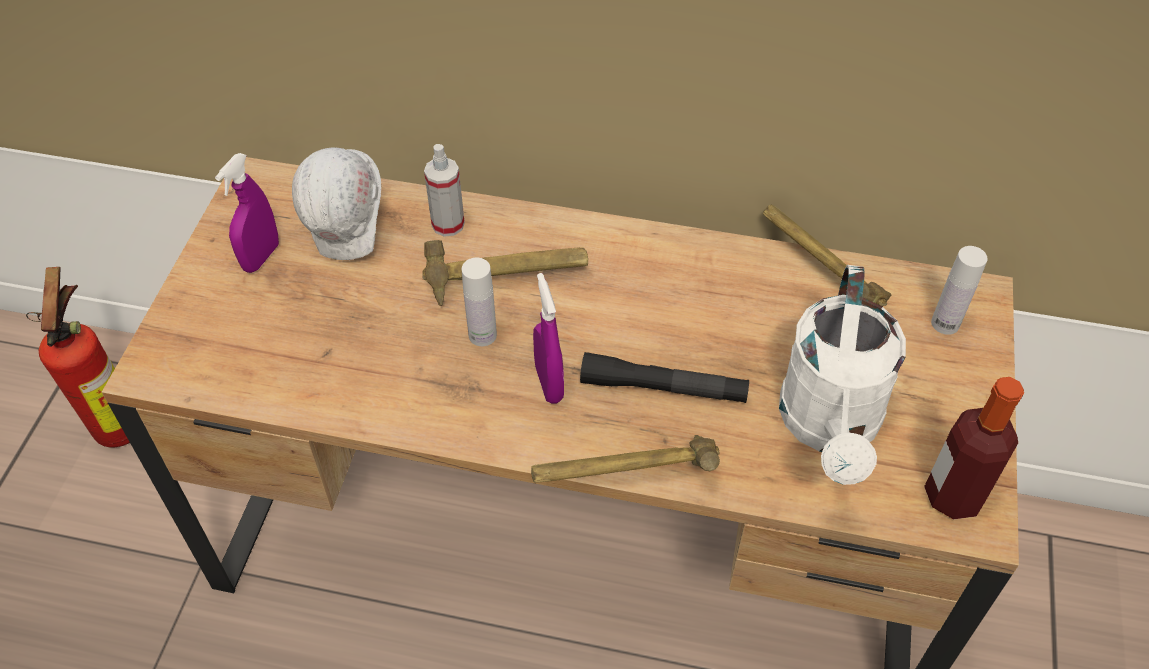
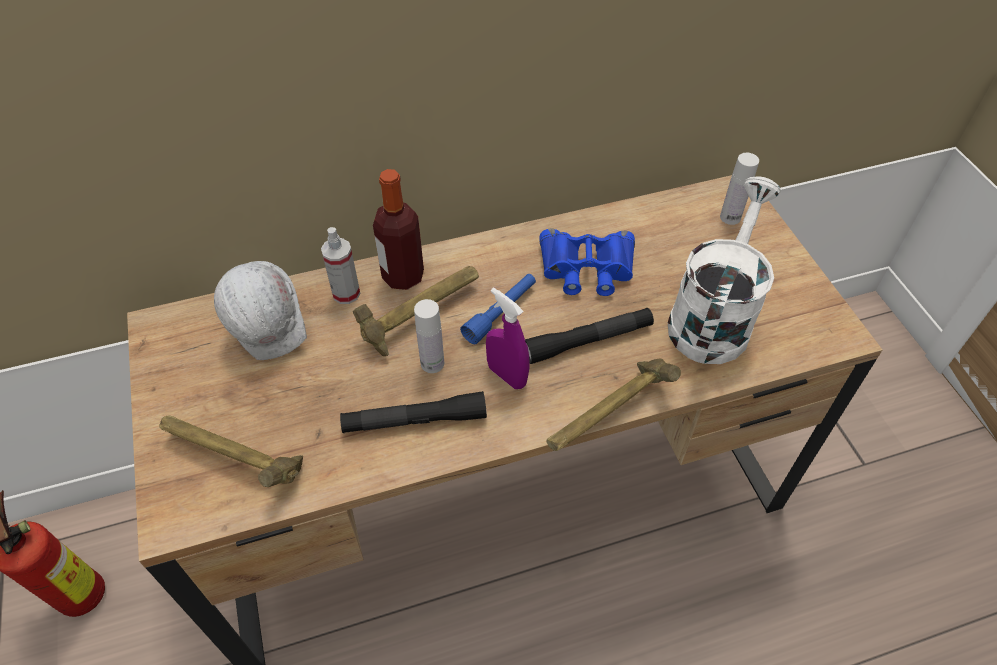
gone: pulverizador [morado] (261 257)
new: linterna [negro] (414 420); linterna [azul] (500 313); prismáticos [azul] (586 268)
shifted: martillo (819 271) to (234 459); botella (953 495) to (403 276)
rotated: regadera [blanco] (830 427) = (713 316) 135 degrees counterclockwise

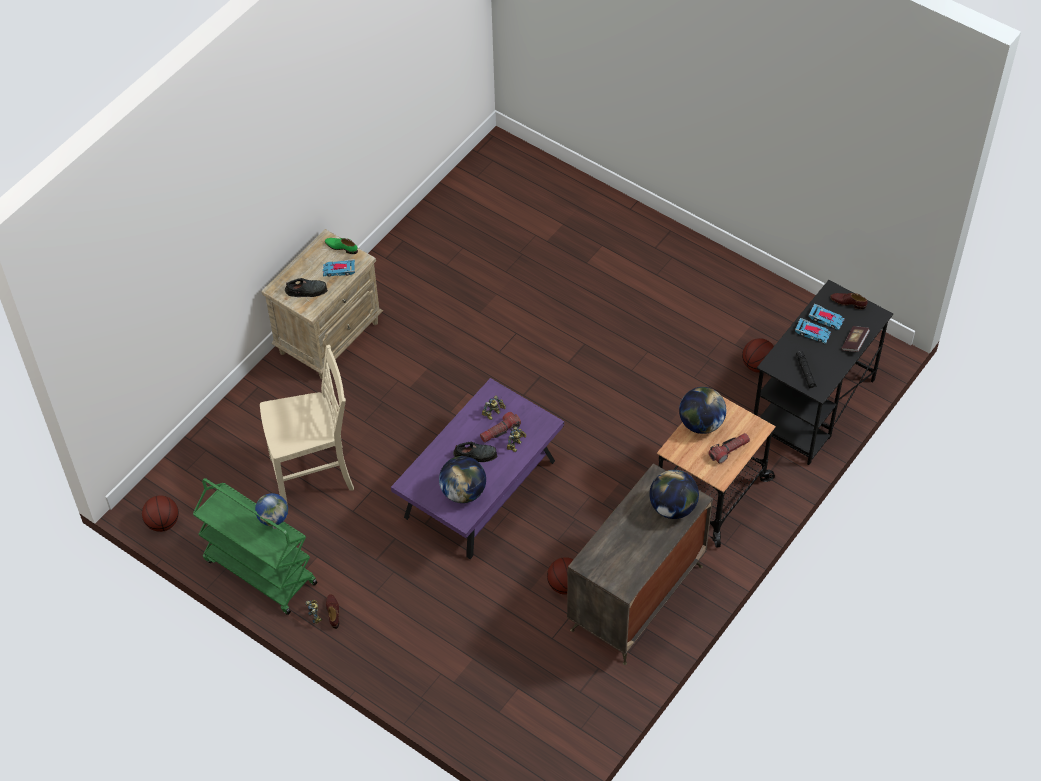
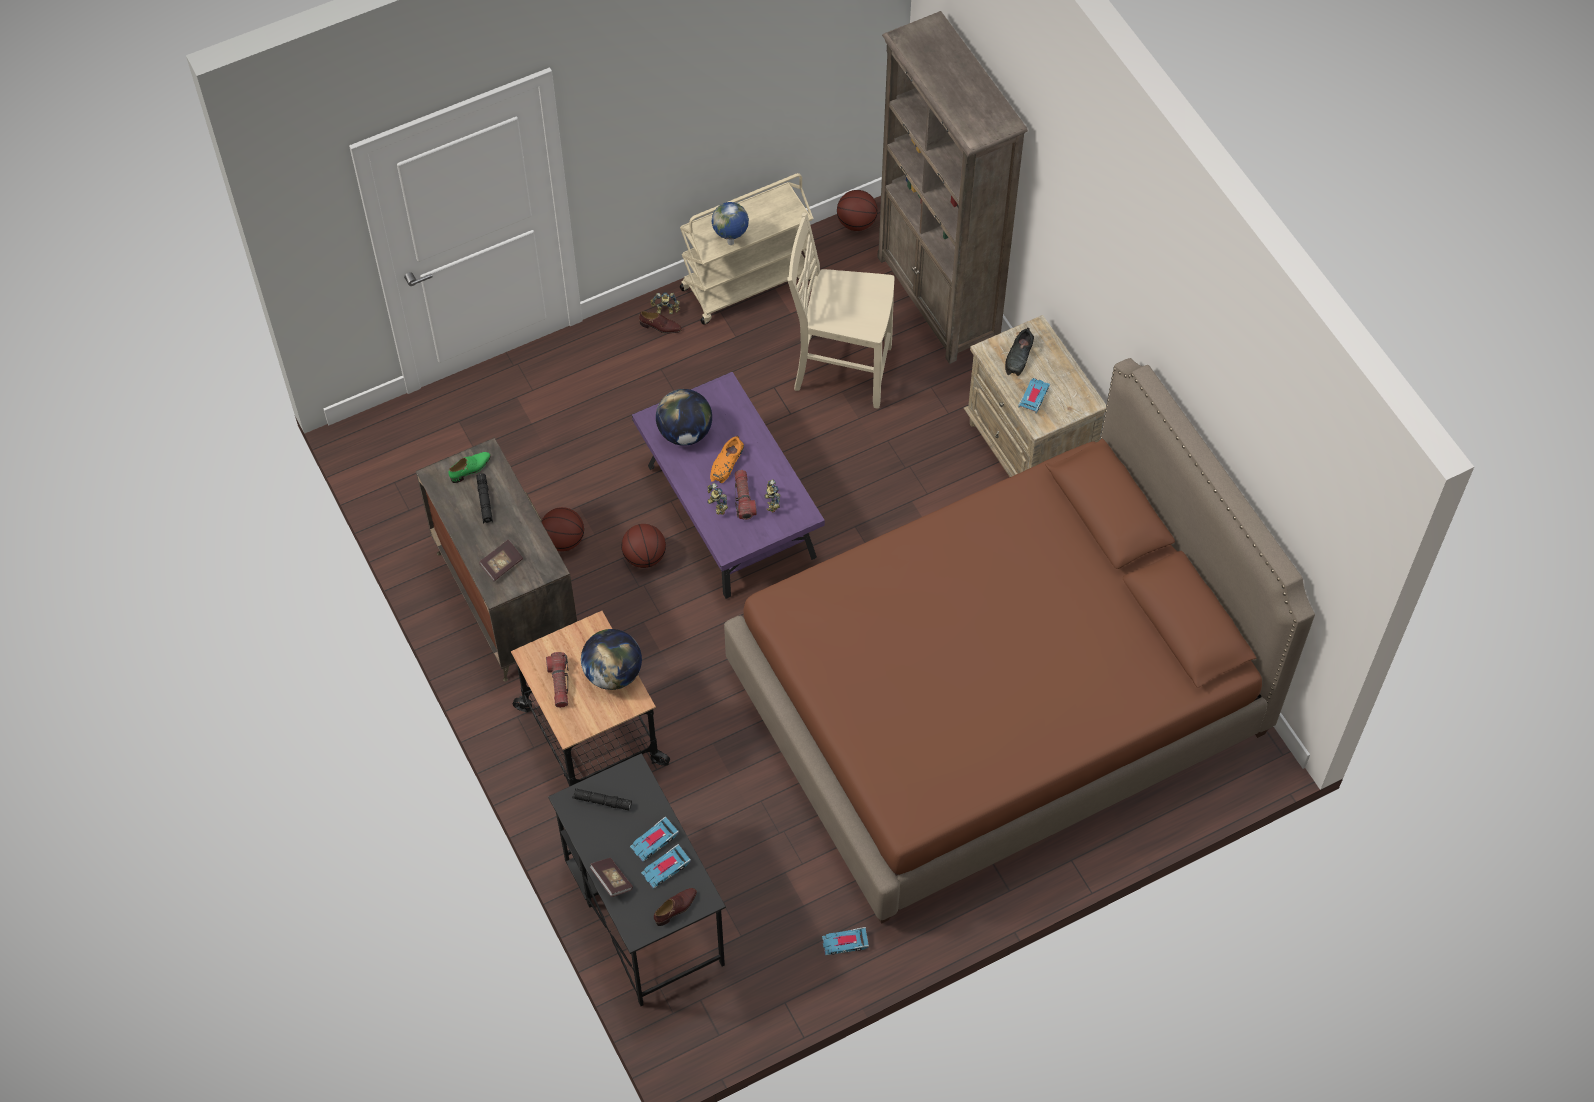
new: linterna [negro] (485 501); cama [marrón] (997 700); coche de juguete (845 943); estantería [marrón] (938 300)
shifted: zapato [verde] (341 247) to (471 469); balón de baloncesto (758 365) to (644 557)
swapped: globo terráqueo (673 507) to libro (501 565)
repainted: carrito [verde] (259 571) to carrito [beis] (747 282); zapato [negro] (475 454) to zapato [naranja] (727 463)
rotated: silla [beis] (314 475) = (840 369) 90 degrees clockwise

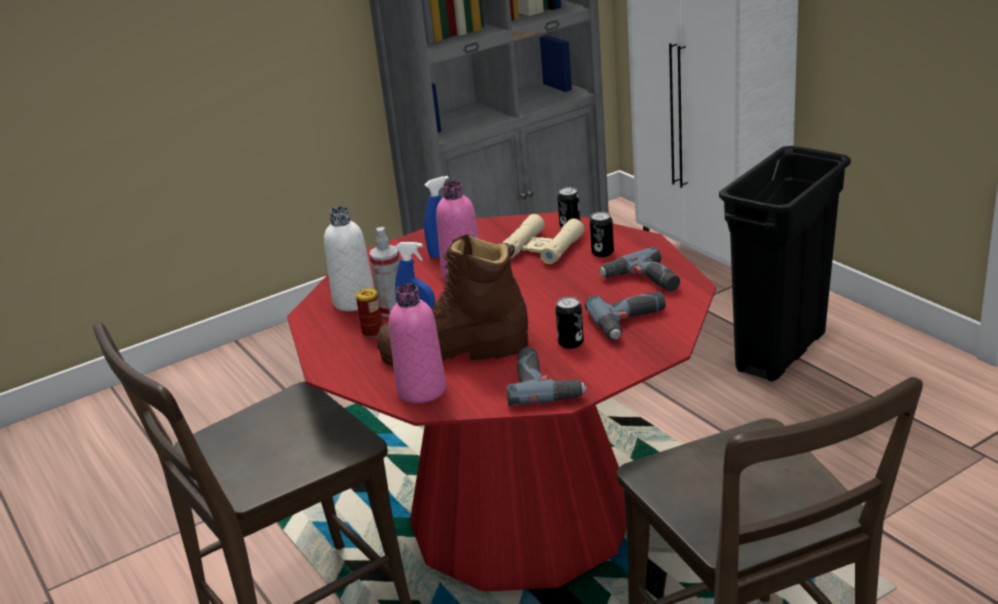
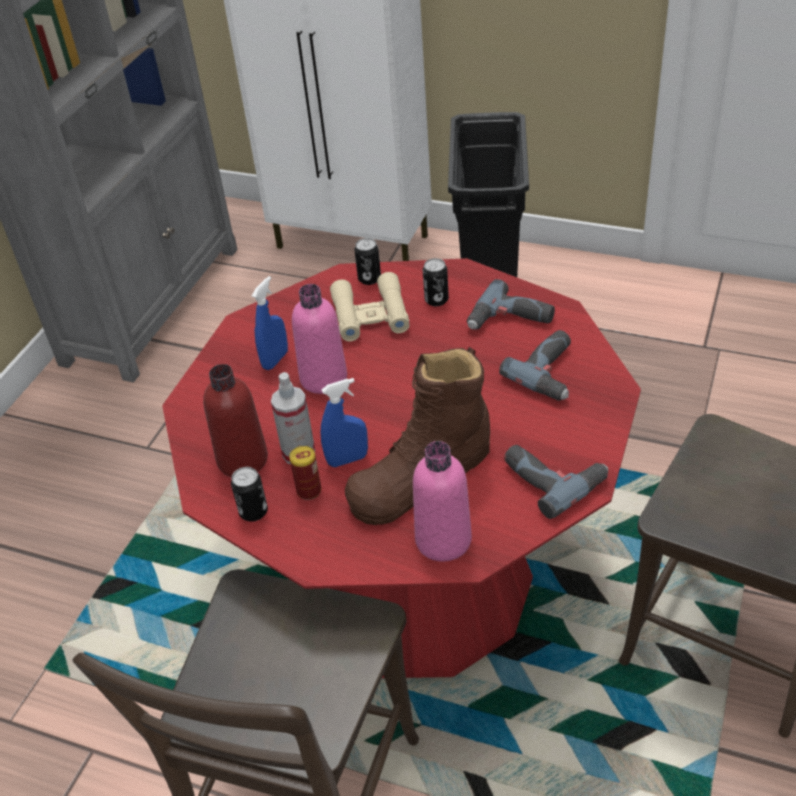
shifted: lata (571 343) to (253 512)
repainted: botella [blanco] (354 301) to botella [rojo] (242 460)

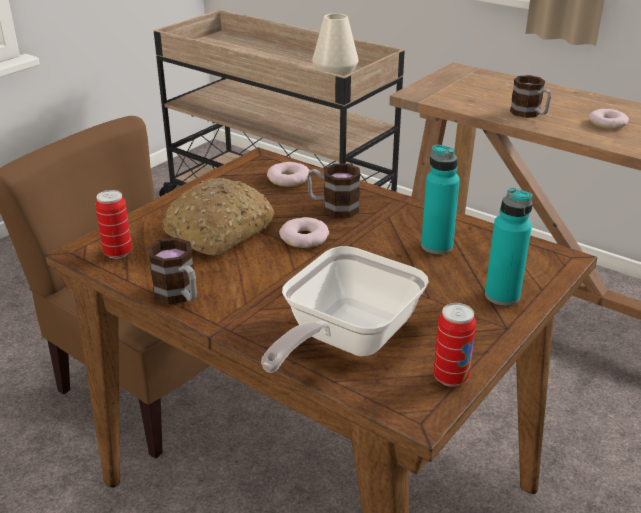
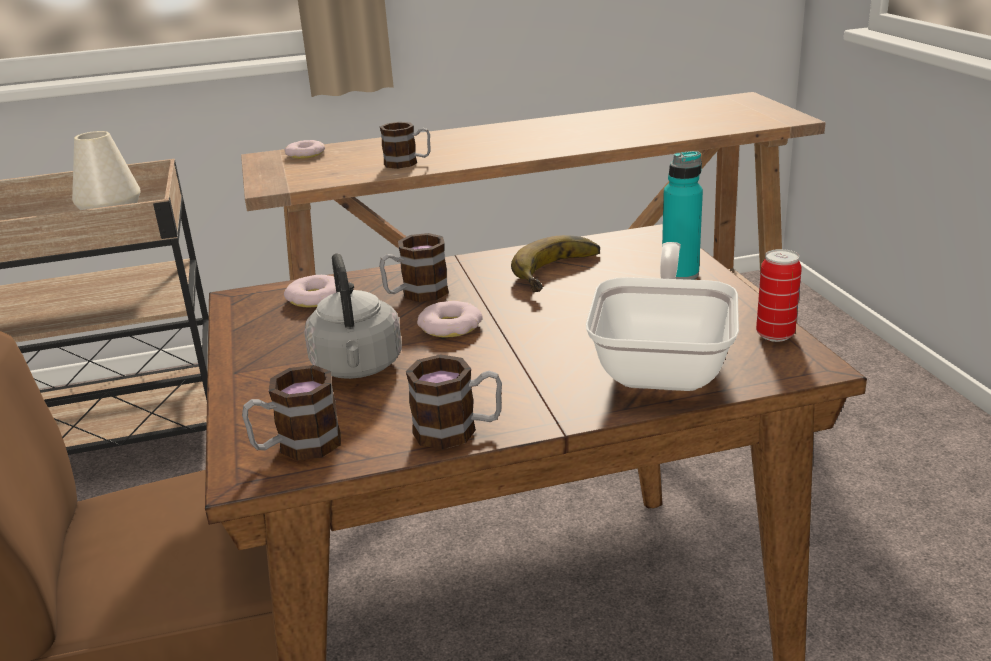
shifted: rosquilla (607 123) to (305 154)
swapped: lata (118 253) to taza grande (297 447); pan (219 231) to hervidor [gris] (358 368); botella [turquesa] (436 246) to plátano (563 272)
rotated: sartén (344 341) = (664 364) 150 degrees counterclockwise

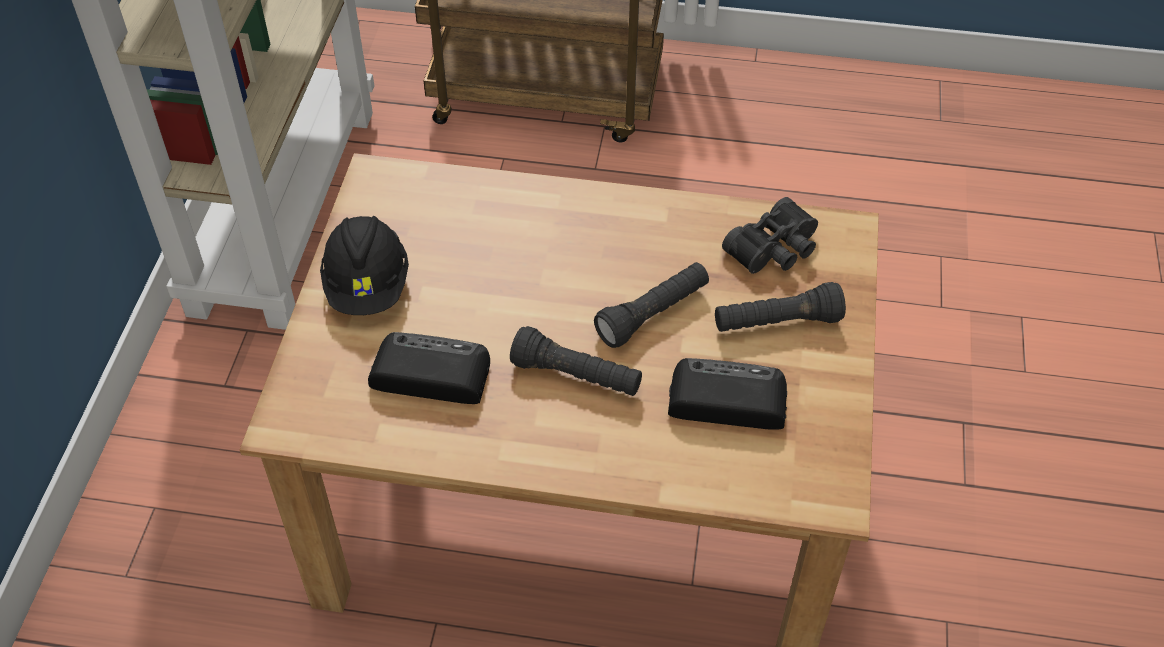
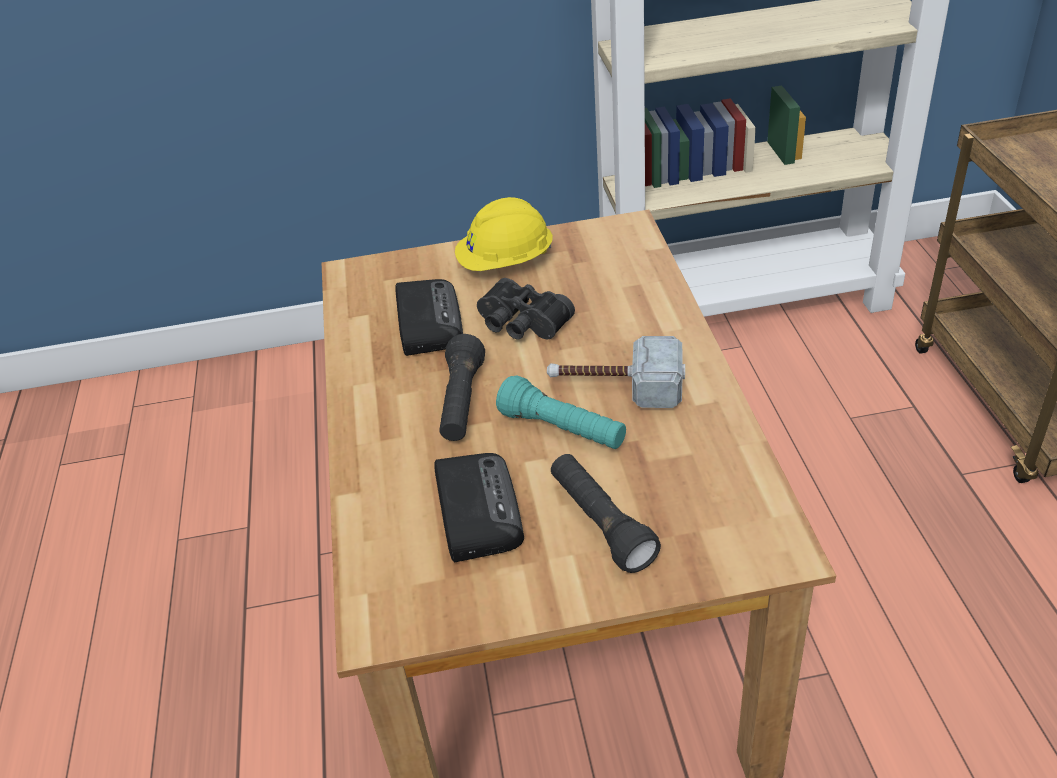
new: martillo (616 386)
shifted: prismáticos [negro] (775 250) to (521 324)
repainted: casco [negro] (367 285) to casco [amarillo] (506 263); linterna [negro] (653 314) to linterna [turquesa] (563 430)

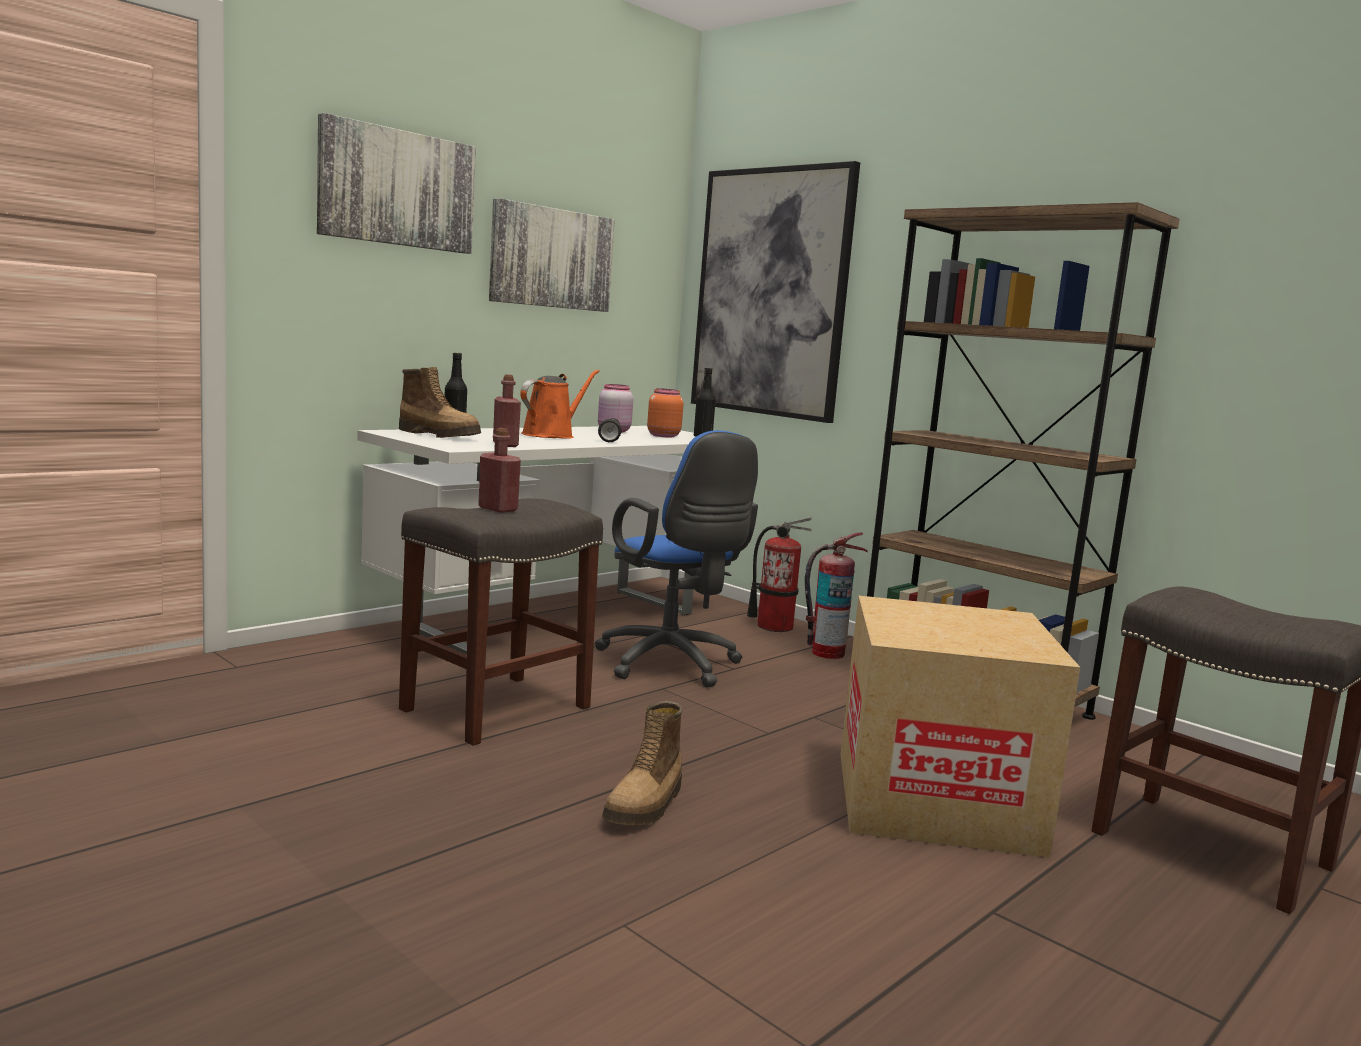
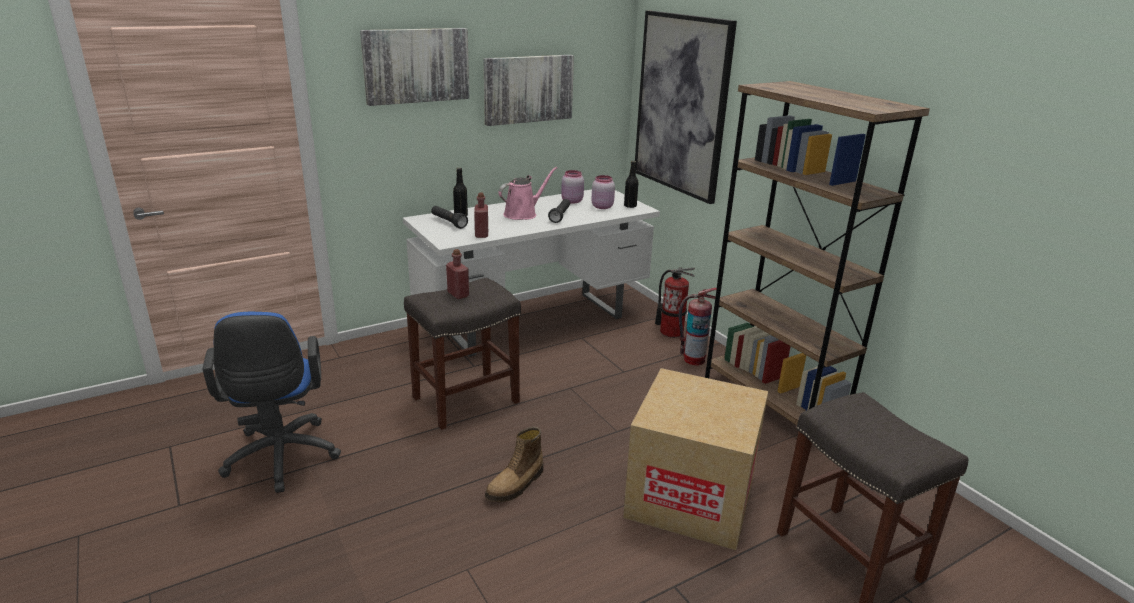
shifted: silla de oficina [azul] (672 665) to (281 460)
swapped: bota (440 436) to linterna [negro] (448 222)
repainted: regadera [naranja] (551 435) to regadera [rosa] (523 214); tarro [naranja] (662 436) to tarro [rosa] (601 206)

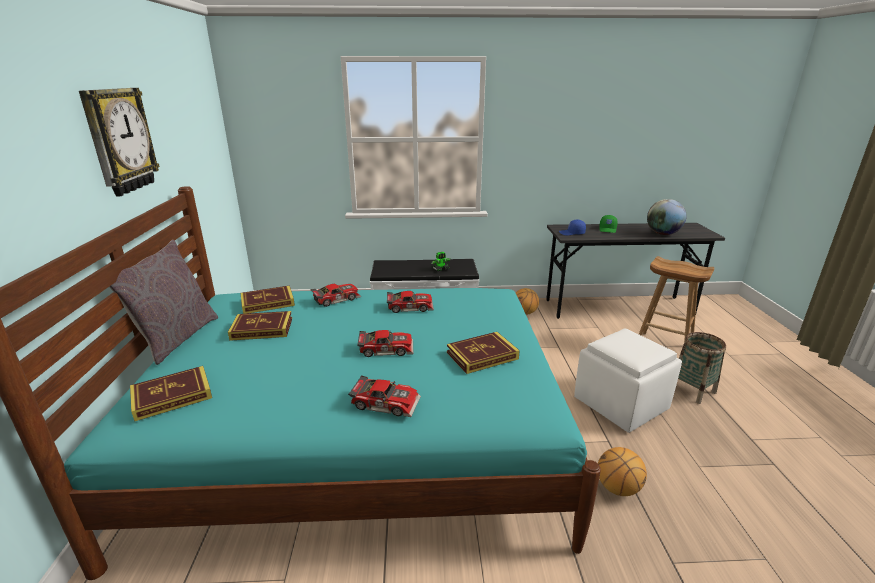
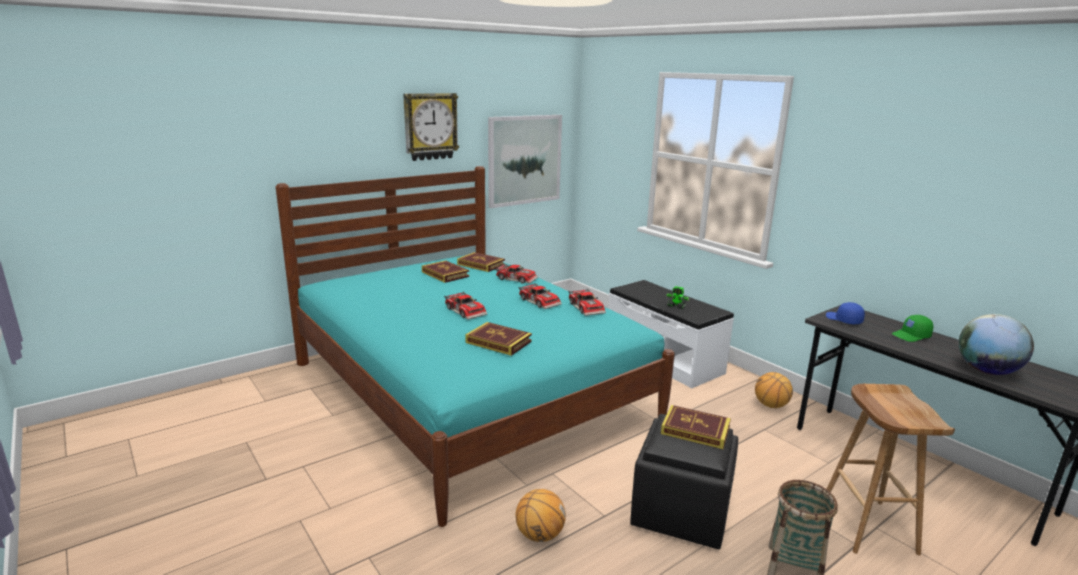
gone: cojín [gris] (176 338)
new: cuadro (524 160)
shifted: libro (172 396) to (695 430); coche de juguete (386 402) to (587 307)
repainted: puf [blanco] (621 404) to puf [negro] (682 513)

